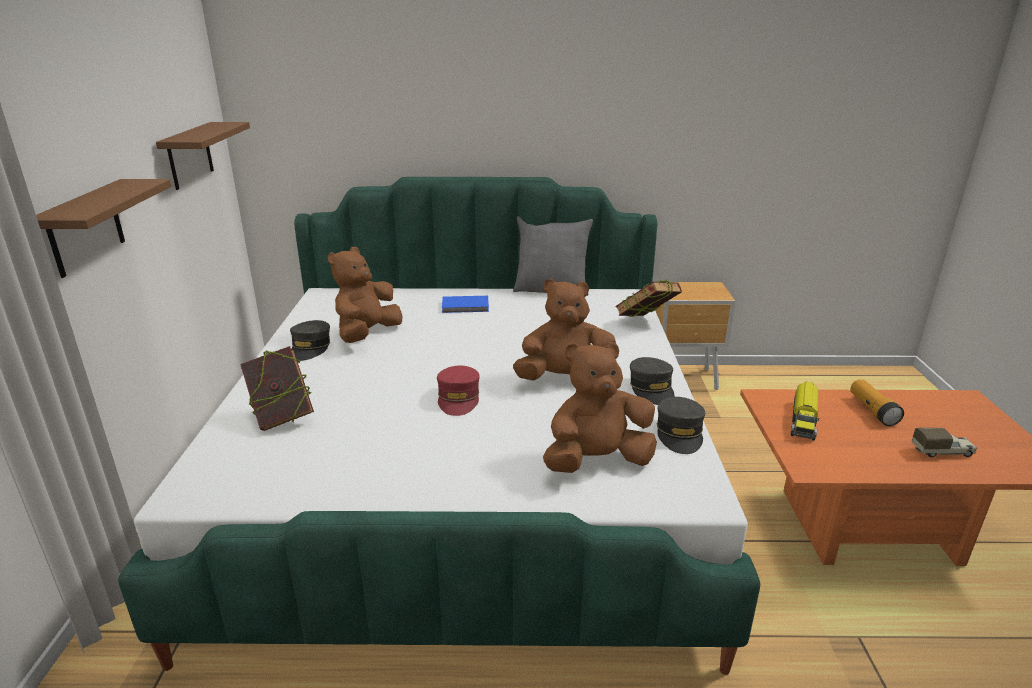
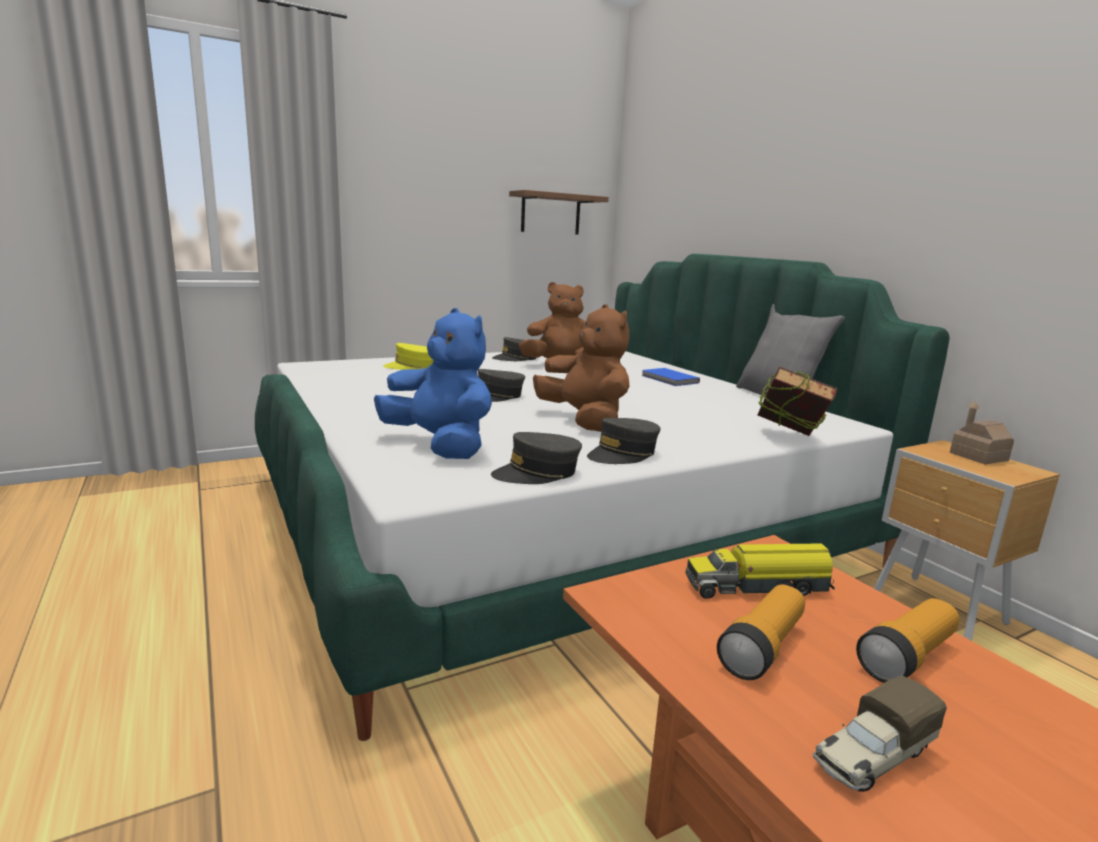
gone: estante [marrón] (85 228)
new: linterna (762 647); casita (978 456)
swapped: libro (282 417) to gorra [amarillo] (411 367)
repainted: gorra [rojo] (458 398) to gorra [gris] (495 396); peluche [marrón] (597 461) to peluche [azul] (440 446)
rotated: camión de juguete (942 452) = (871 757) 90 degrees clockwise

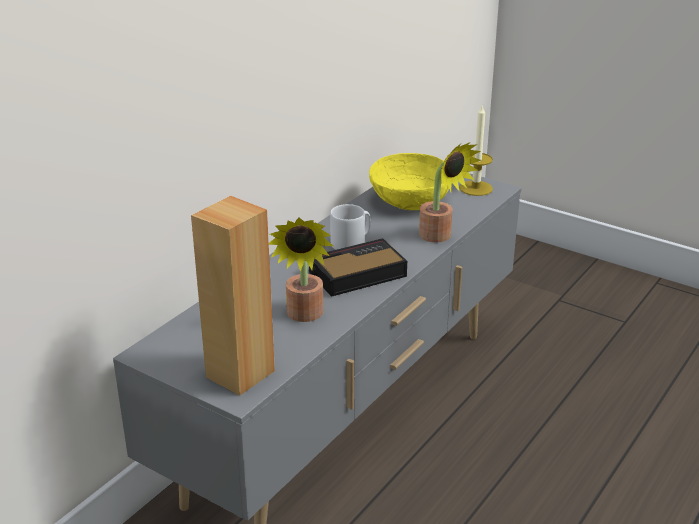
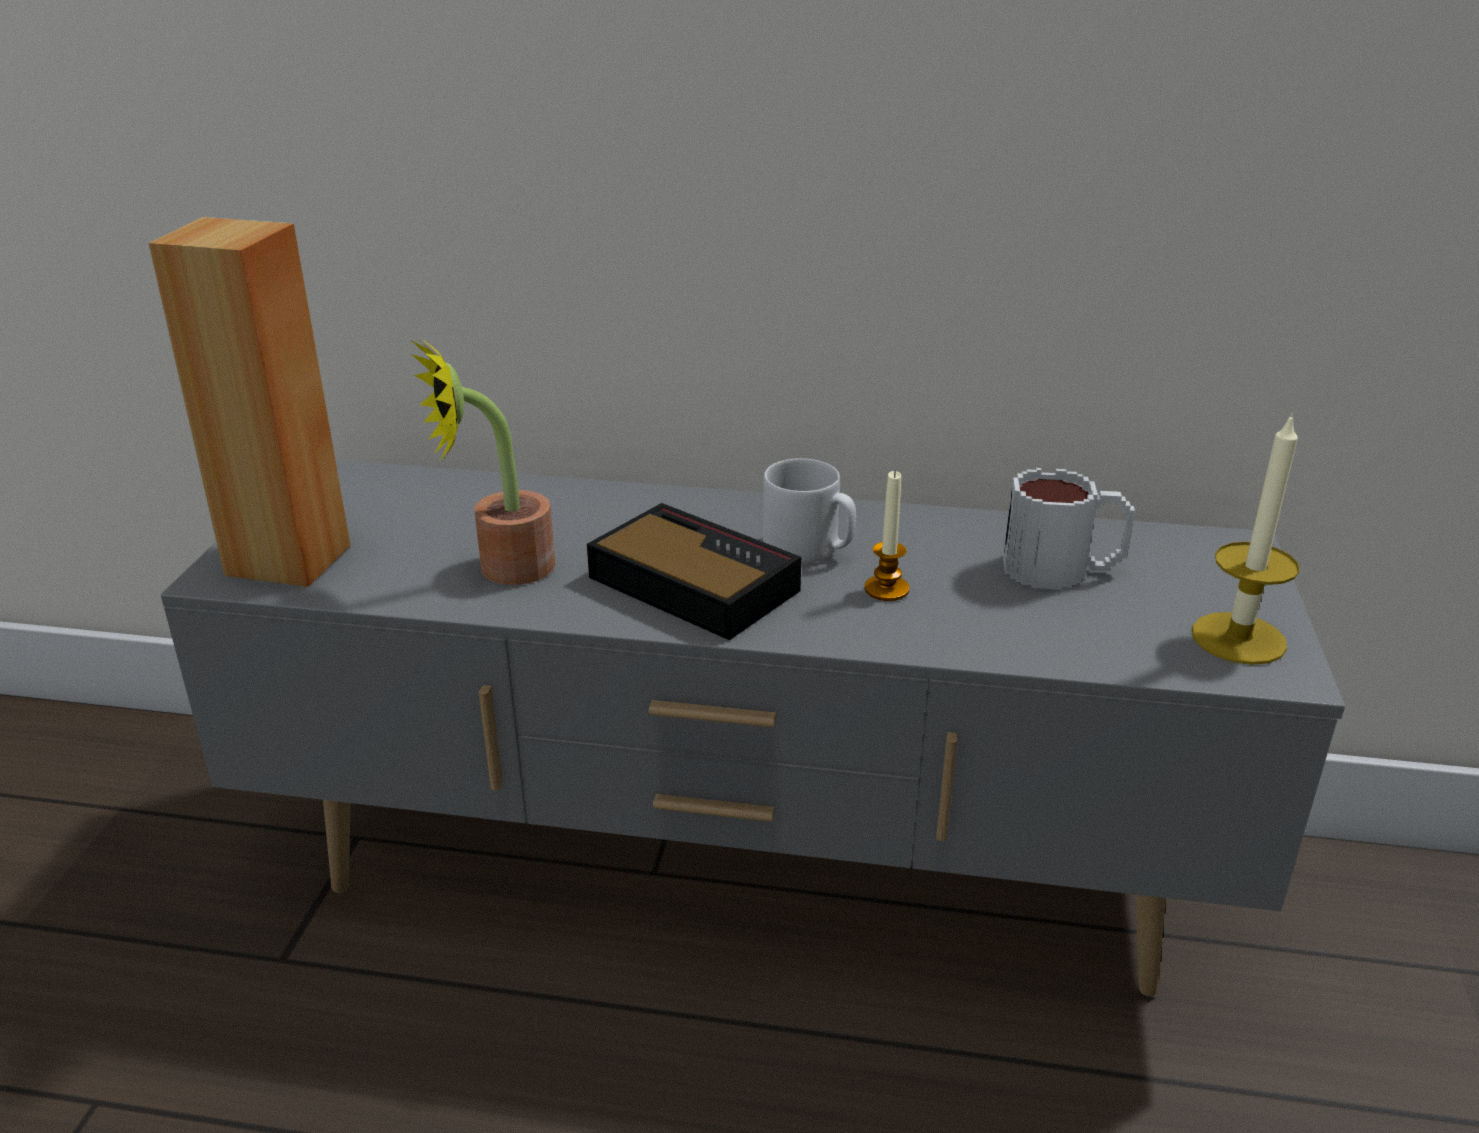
gone: planta en maceta (440 237)
new: vela (886 589)
swapped: cuenco [amarillo] (410 200) to taza grande (1063 569)

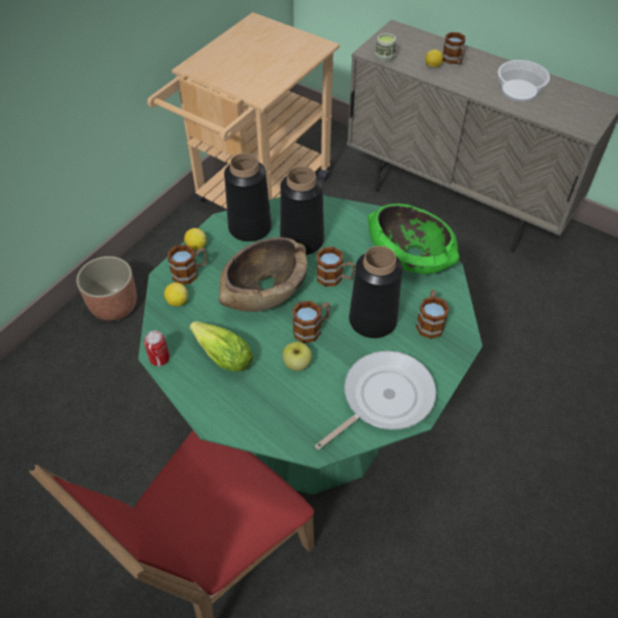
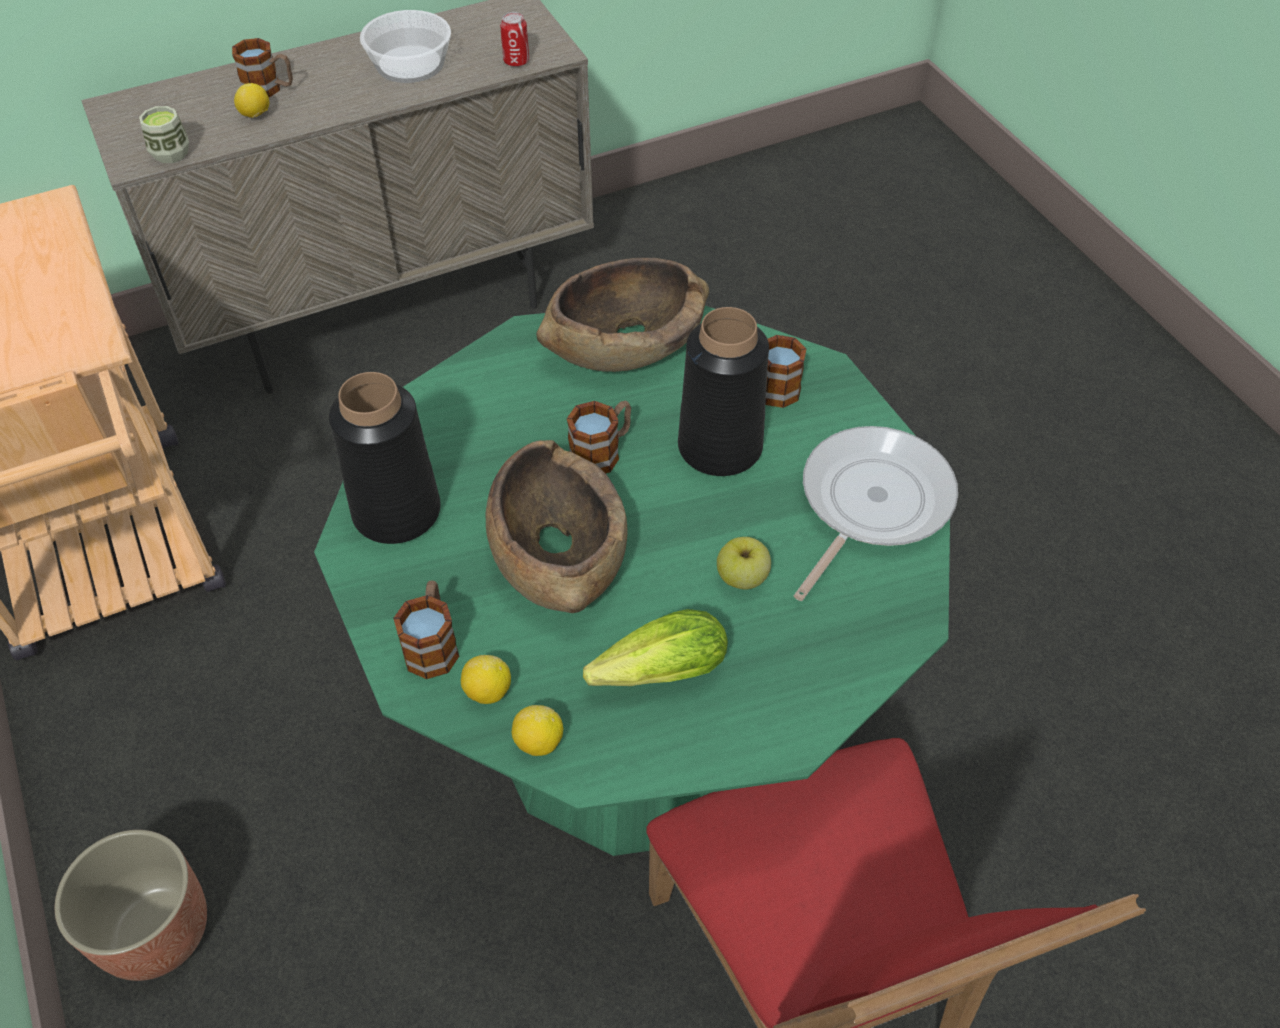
gone: florero [negro] (302 240); taza grande (312 328)
shifted: lata (159 359) to (516 61); limón (196 246) to (538 742)
repainted: cuenco [verde] (410 254) to cuenco [marrón] (624 343)
rotated: sartén (383 398) = (870 503) 45 degrees clockwise

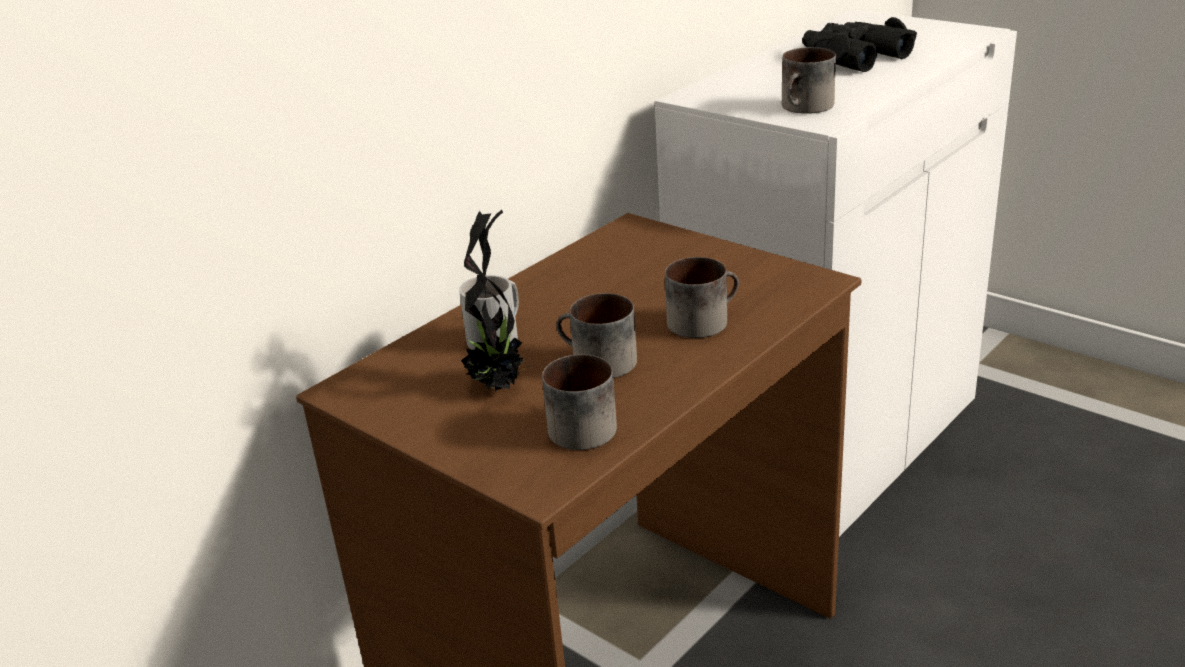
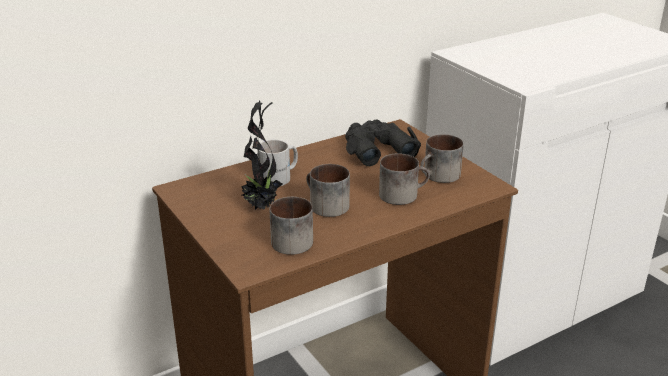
shifted: taza grande (806 107) to (439 176); prismáticos [negro] (852 57) to (377 149)

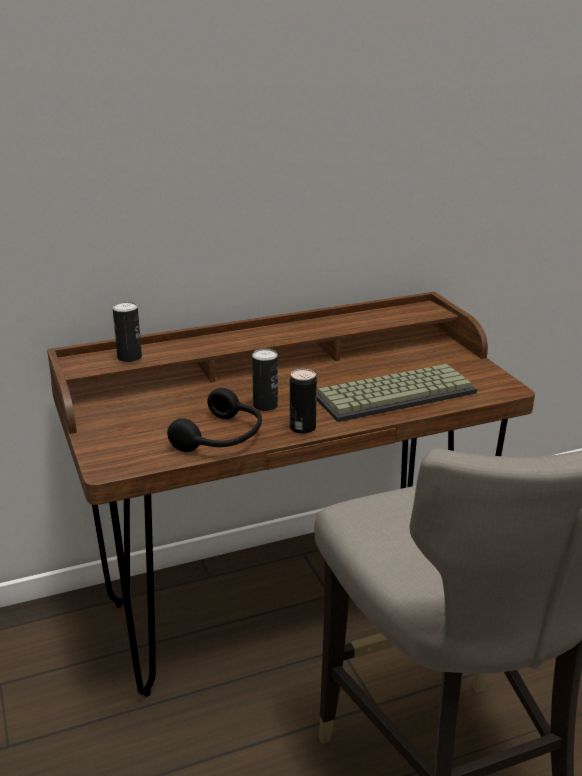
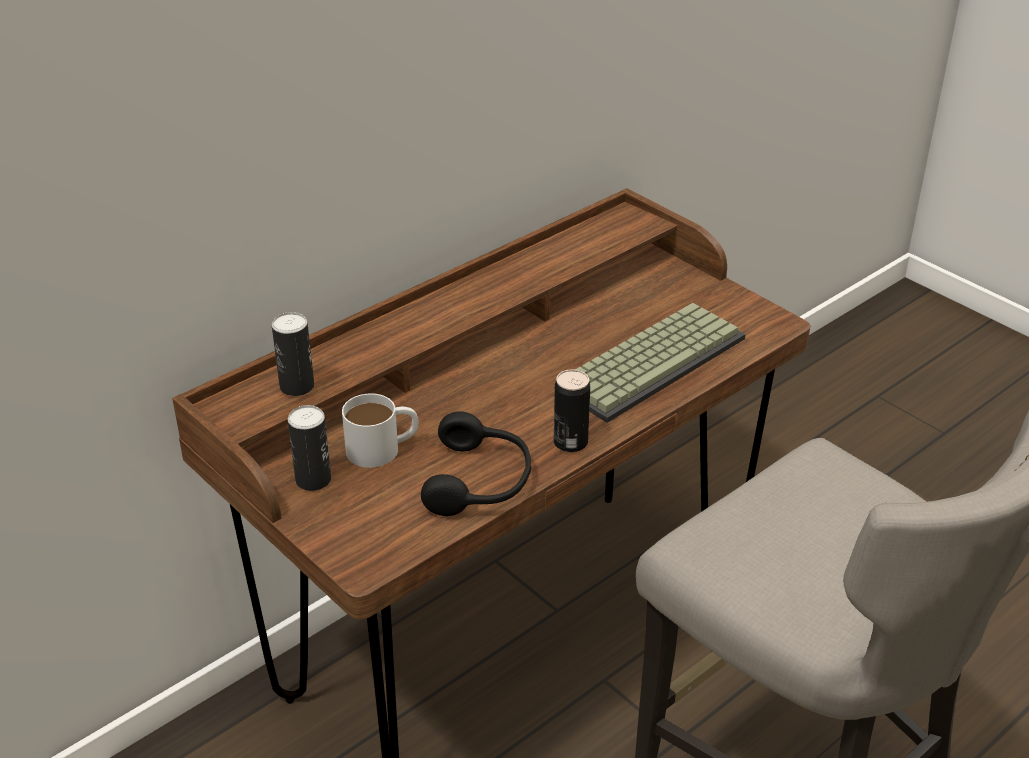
new: taza grande [blanco] (383 448)
shifted: lata (265 405) to (313 479)

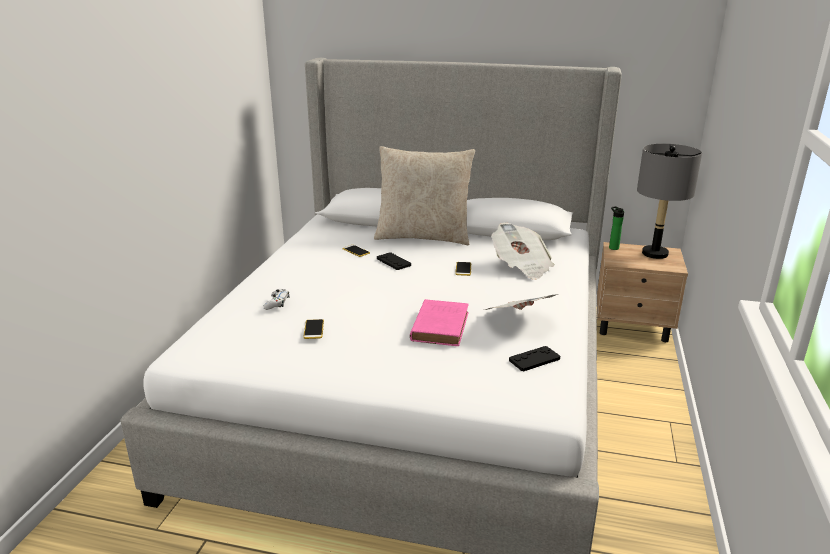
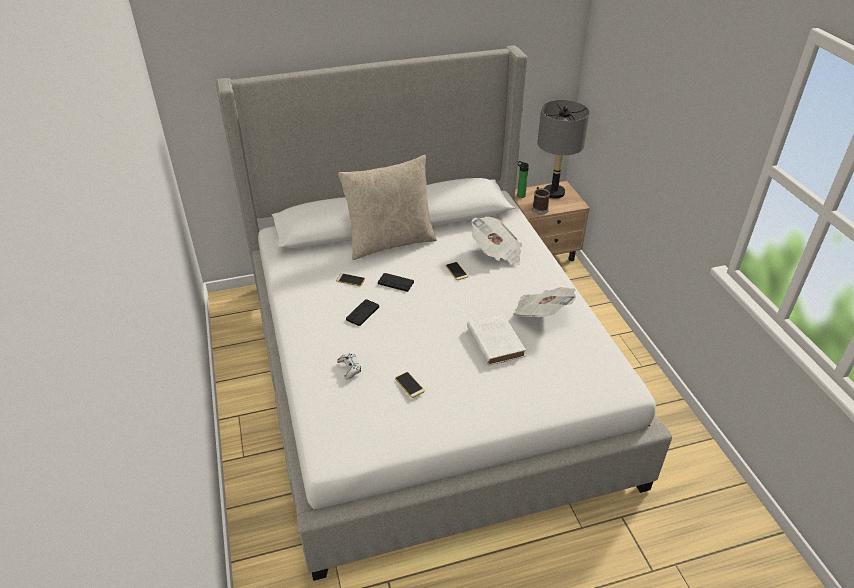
new: taza grande (539 208)
shifted: mando de consola [negro] (534 359) to (362 313)
repainted: libro [rosa] (440 325) to libro [blanco] (494 341)

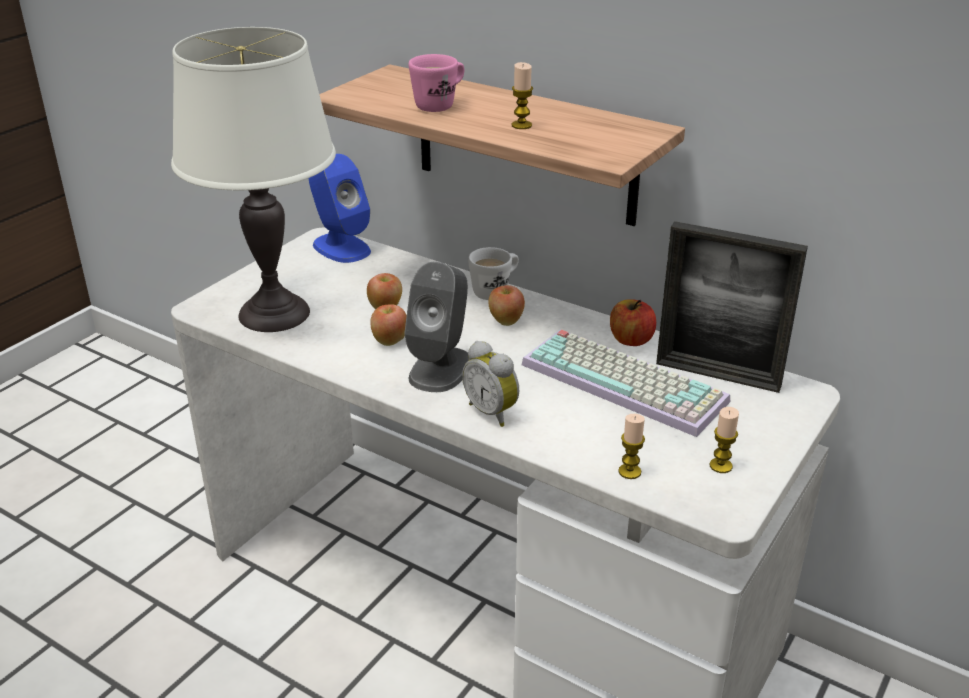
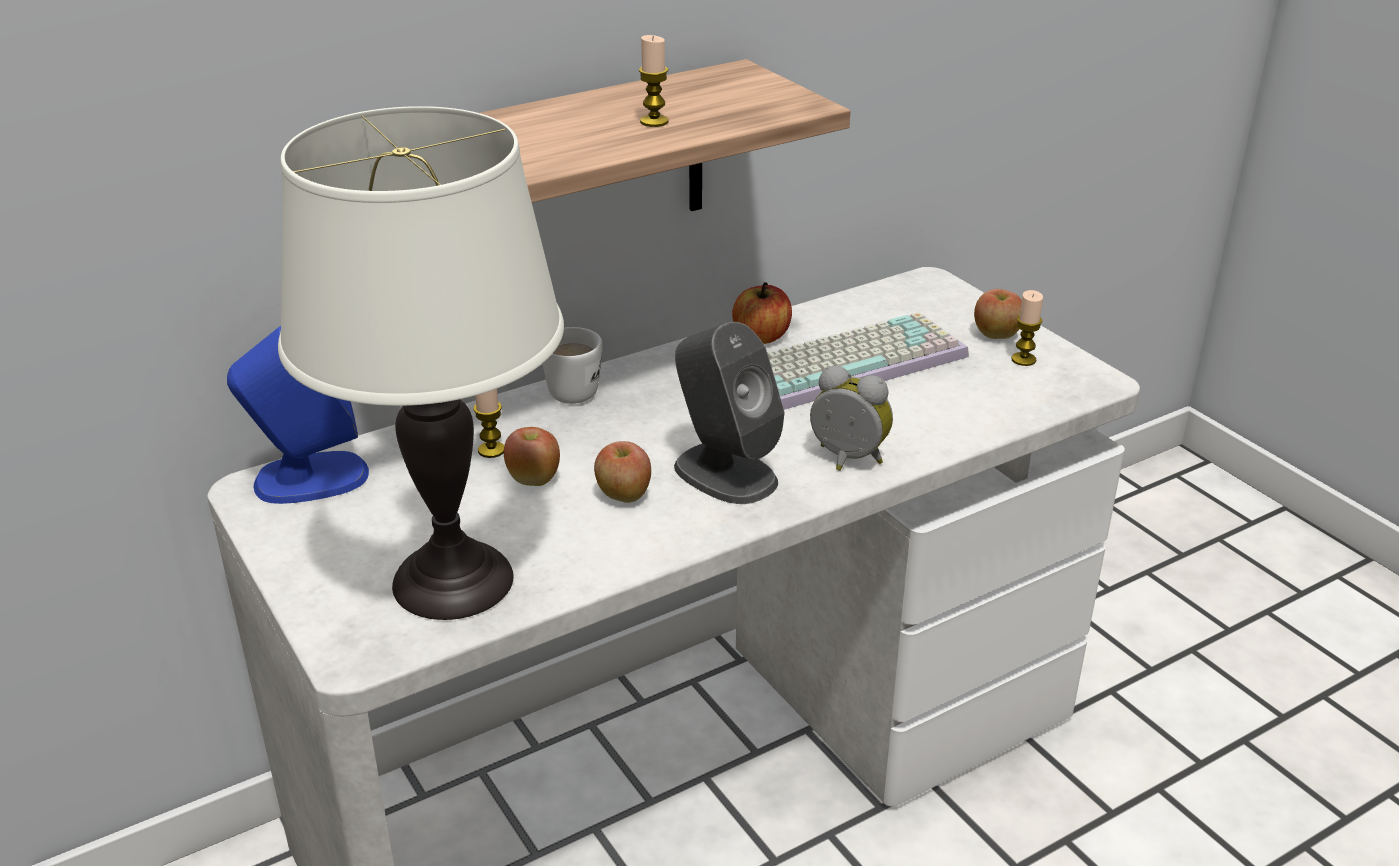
gone: taza grande [rosa] (440 105); portarretratos (717 375)
shifted: manzana (505 321) to (996 335); vela (629 471) to (491 450)
rotated: despertador (493 412) = (846 460) 135 degrees counterclockwise

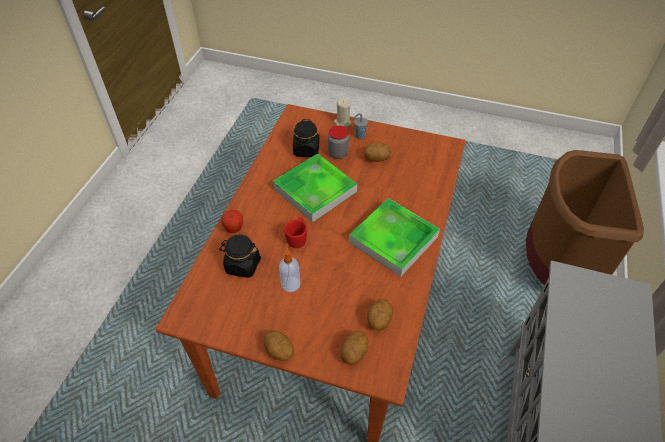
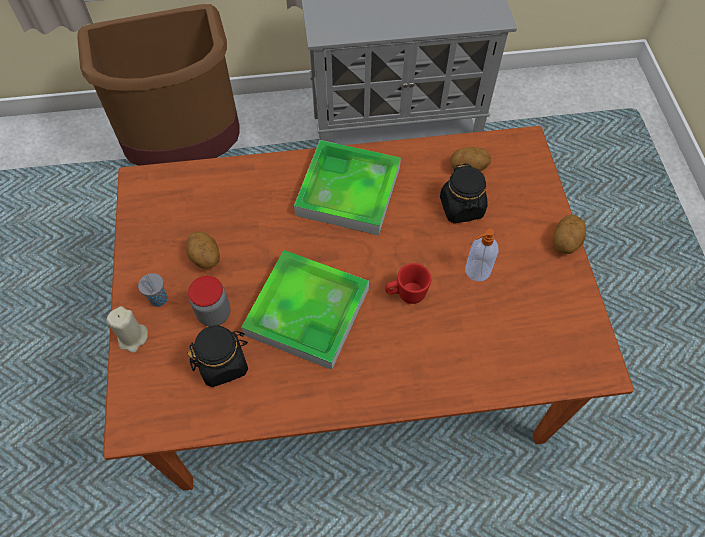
gone: manzana (234 229); patata (354 353)
shifted: tarro [negro] (242 265) to (461 207)

